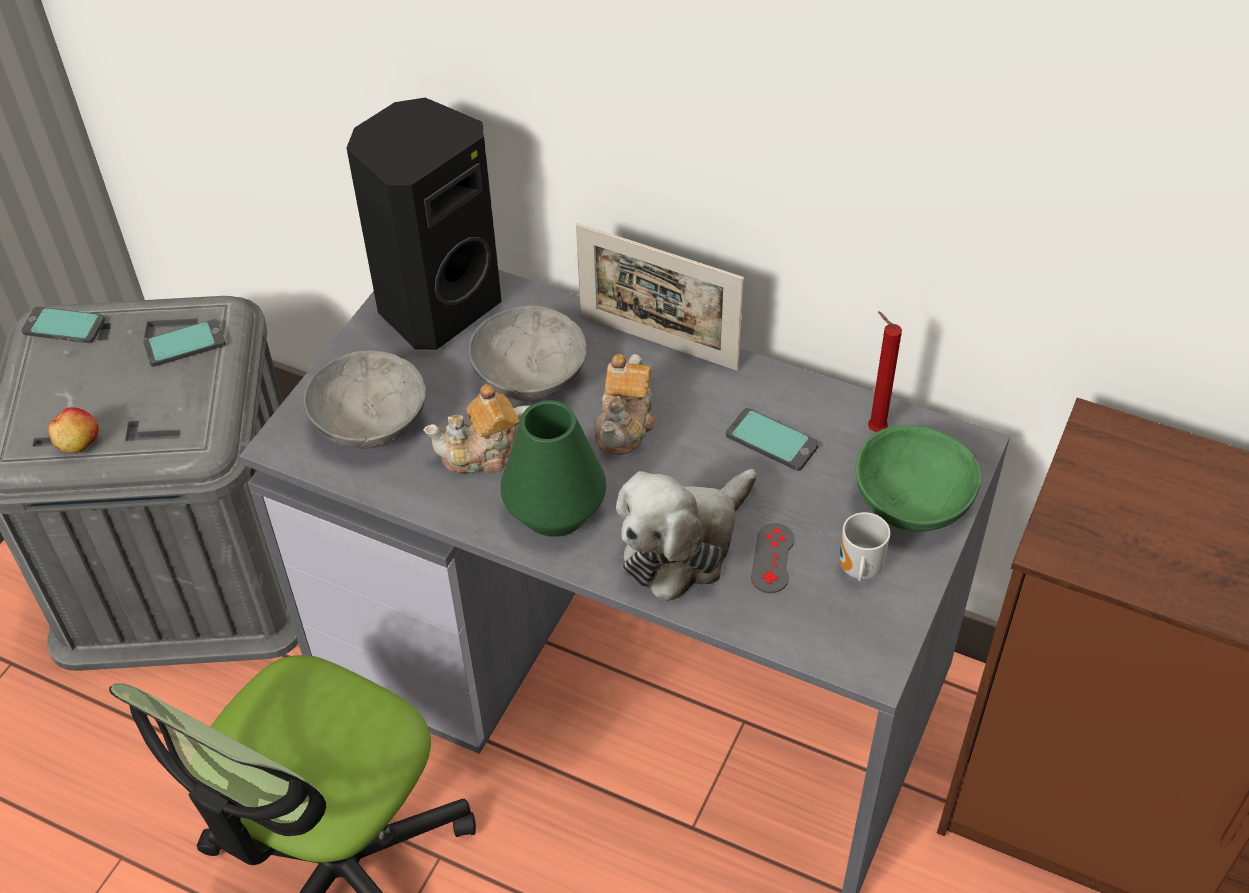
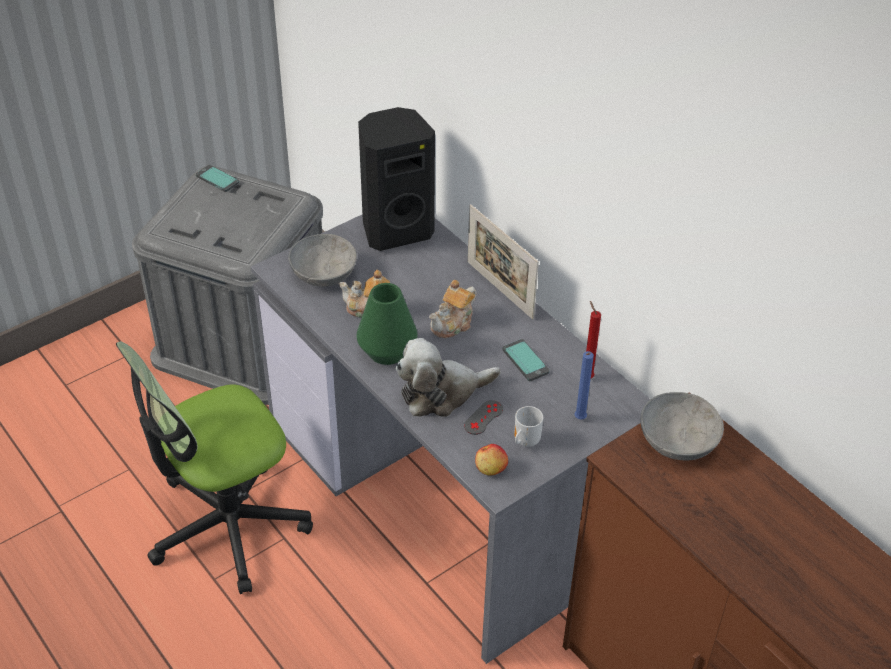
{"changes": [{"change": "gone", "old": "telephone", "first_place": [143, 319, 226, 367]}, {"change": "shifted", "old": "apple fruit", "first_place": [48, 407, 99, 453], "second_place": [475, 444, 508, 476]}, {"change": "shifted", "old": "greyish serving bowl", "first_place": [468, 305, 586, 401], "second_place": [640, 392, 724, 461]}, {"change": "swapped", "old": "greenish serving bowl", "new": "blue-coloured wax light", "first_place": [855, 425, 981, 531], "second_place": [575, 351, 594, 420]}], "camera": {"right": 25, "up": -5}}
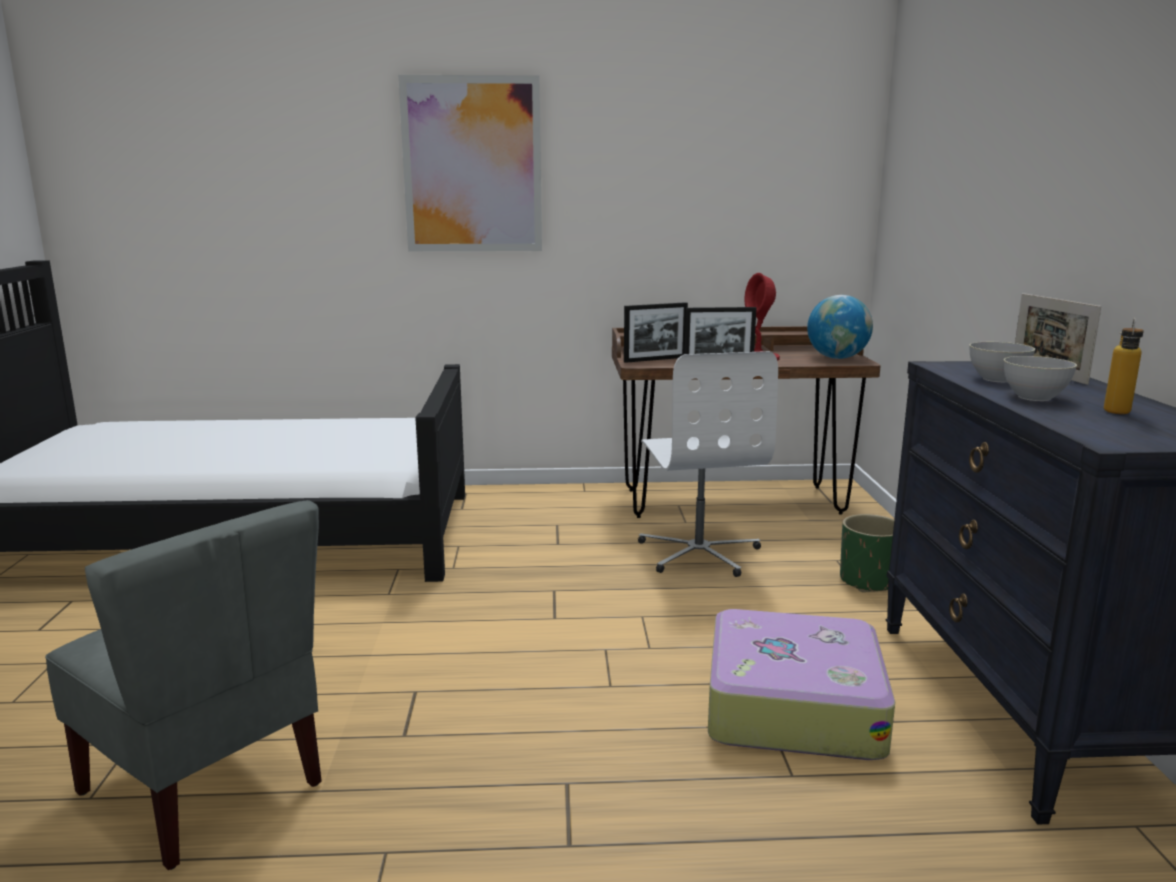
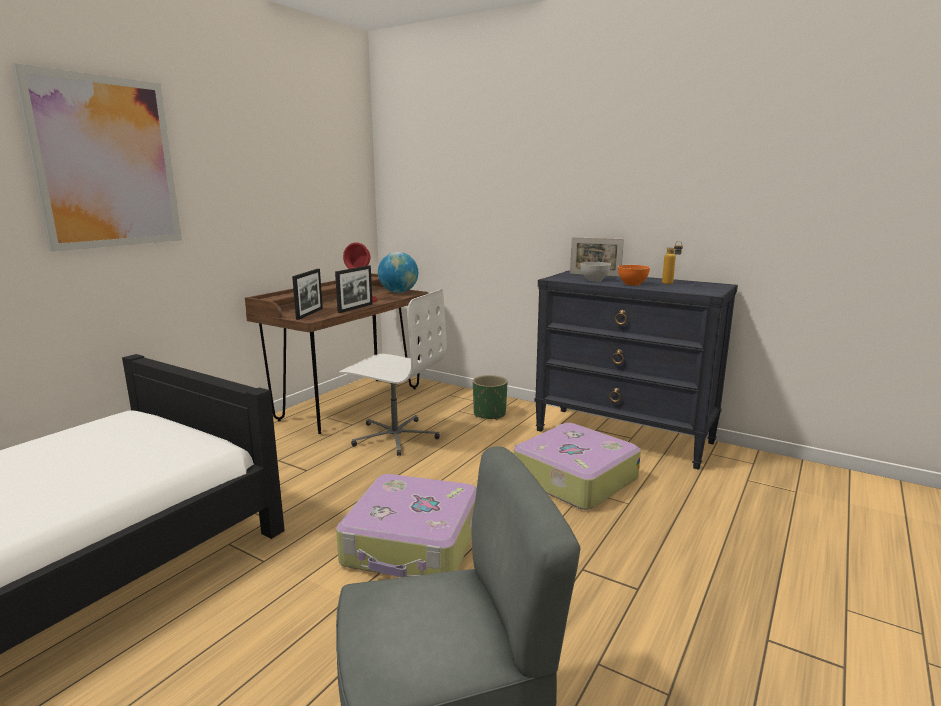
{"changes": [{"change": "new", "new": "suitcase", "second_place": [336, 474, 477, 578]}, {"change": "repainted", "old": "greyish serving bowl", "new": "orange serving bowl", "first_place": [1004, 356, 1077, 401], "second_place": [618, 265, 650, 285]}], "camera": {"right": -55, "up": 0}}
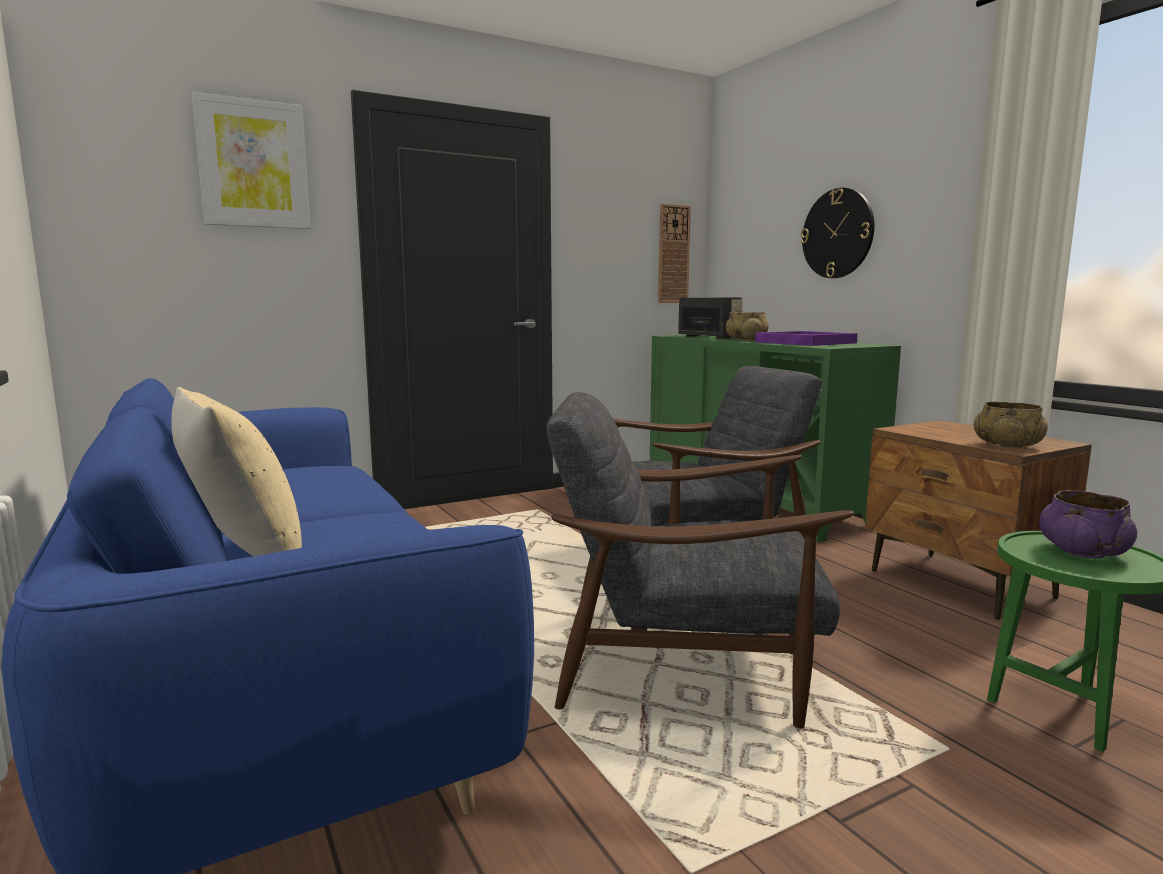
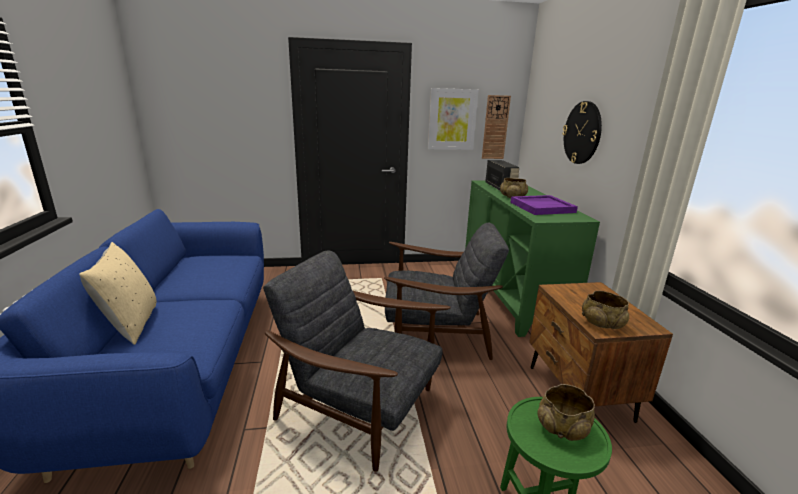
{"changes": [{"change": "shifted", "old": "wall picture", "first_place": [192, 92, 311, 229], "second_place": [428, 88, 479, 150]}, {"change": "repainted", "old": "purplish serving bowl", "new": "beige-coloured serving bowl", "first_place": [1039, 490, 1137, 559], "second_place": [538, 384, 595, 441]}], "camera": {"right": 20, "up": 10}}
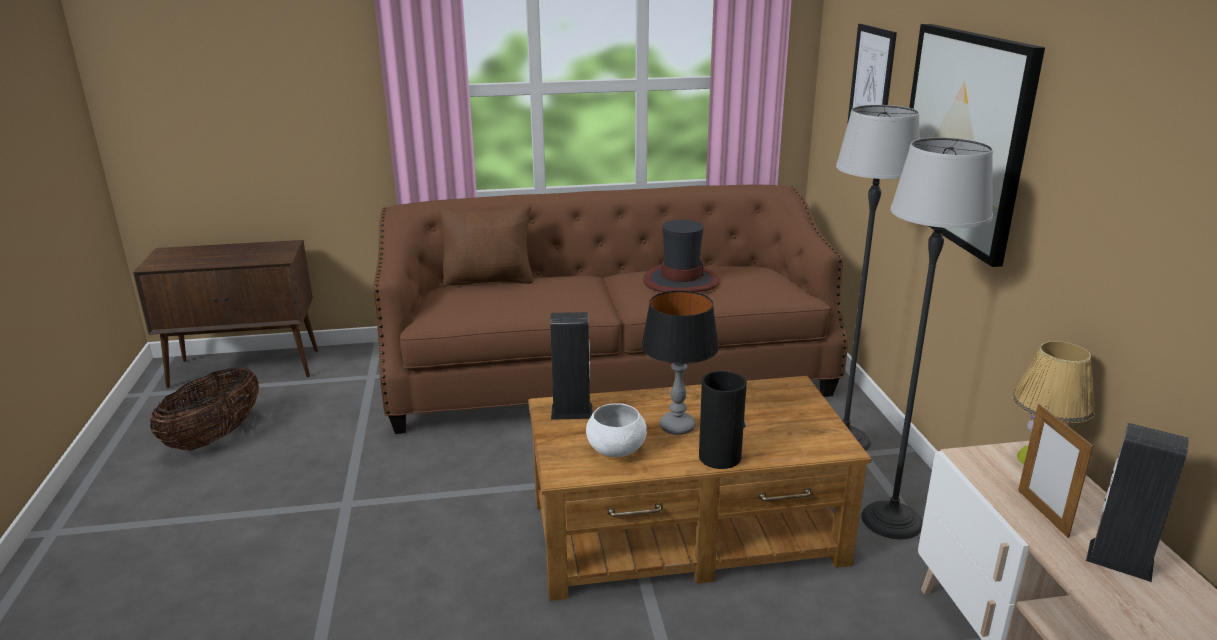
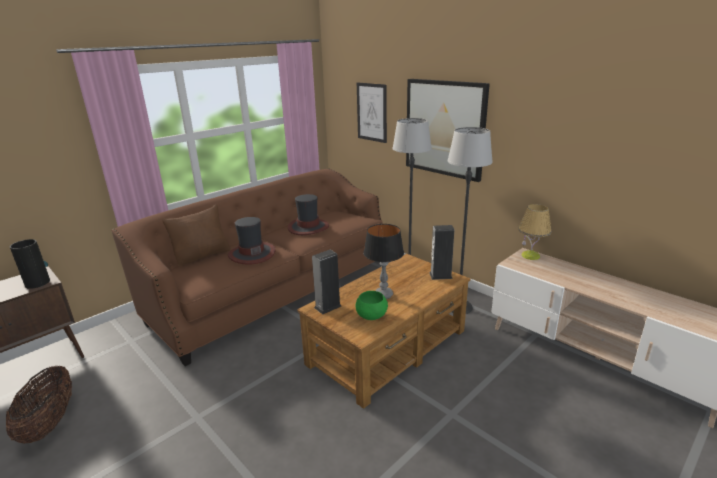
{"changes": [{"change": "gone", "old": "photo frame", "first_place": [1018, 404, 1093, 538]}, {"change": "new", "new": "hat", "second_place": [228, 217, 276, 265]}, {"change": "shifted", "old": "vase", "first_place": [699, 371, 747, 469], "second_place": [10, 239, 50, 289]}, {"change": "shifted", "old": "speaker", "first_place": [1086, 423, 1189, 582], "second_place": [430, 225, 454, 280]}, {"change": "repainted", "old": "white serving bowl", "new": "greenish serving bowl", "first_place": [586, 403, 647, 457], "second_place": [355, 291, 388, 320]}], "camera": {"right": -35, "up": 0}}
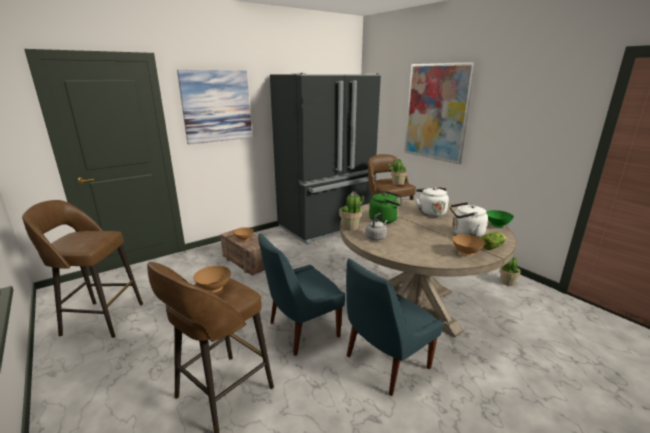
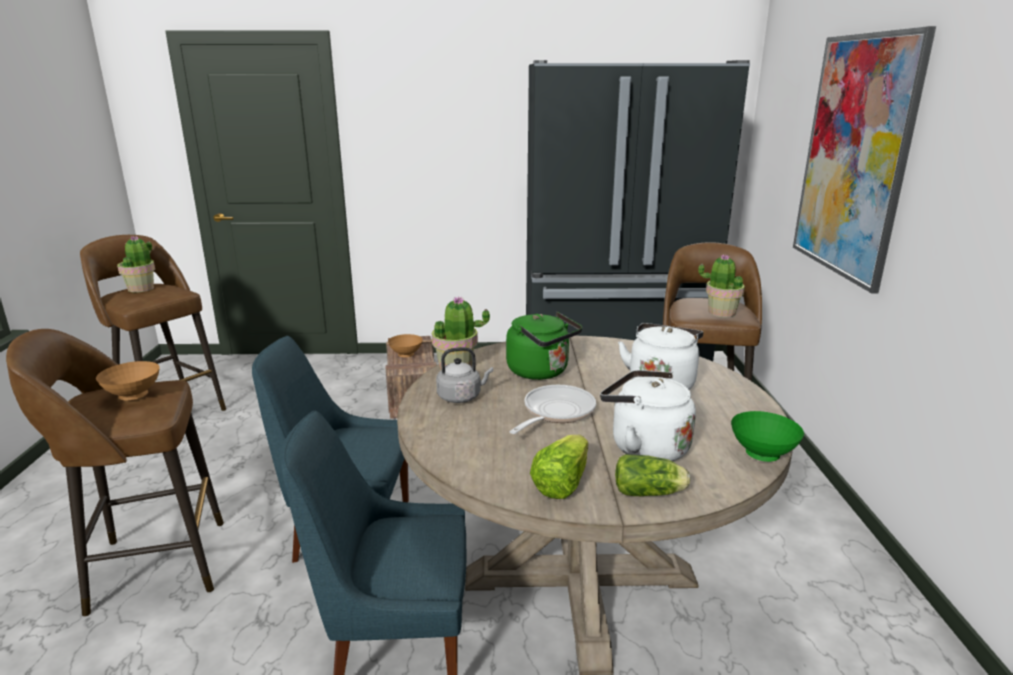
{"changes": [{"change": "gone", "old": "wall picture", "first_place": [177, 70, 252, 145]}, {"change": "new", "new": "frying pan", "second_place": [509, 385, 596, 434]}, {"change": "shifted", "old": "houseplant", "first_place": [500, 256, 521, 286], "second_place": [117, 236, 155, 293]}, {"change": "swapped", "old": "brown-coloured serving bowl", "new": "head of lettuce", "first_place": [452, 234, 485, 256], "second_place": [530, 435, 588, 499]}], "camera": {"right": 35, "up": 0}}
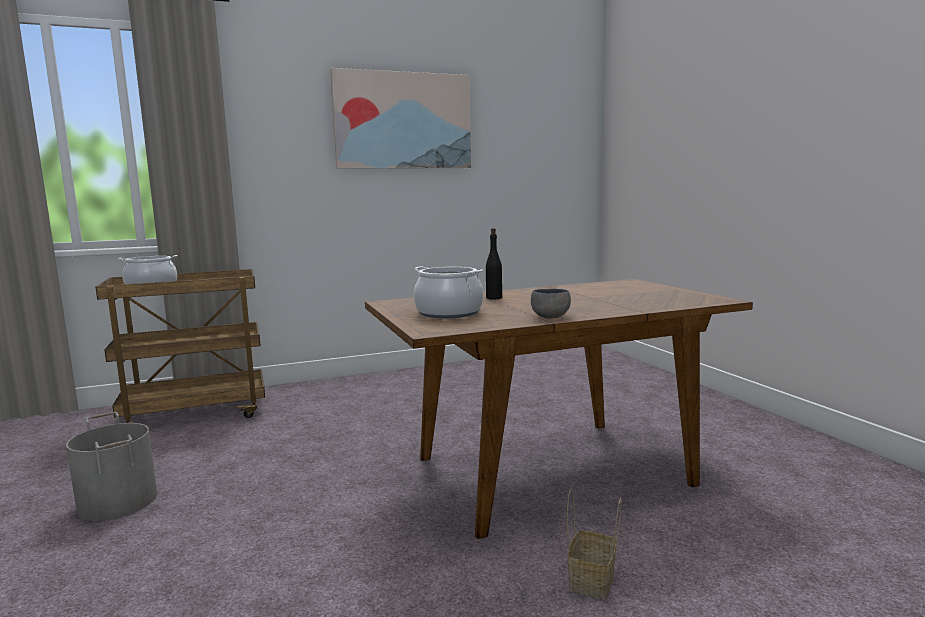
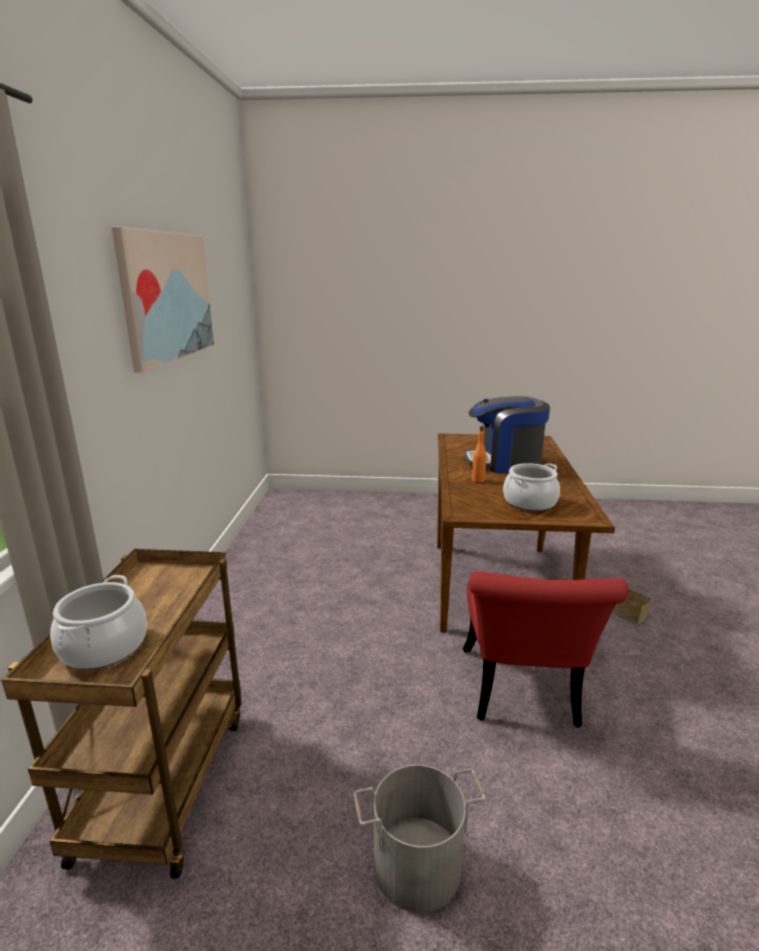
{"changes": [{"change": "gone", "old": "greyish serving bowl", "first_place": [531, 289, 571, 319]}, {"change": "new", "new": "reddish chair", "second_place": [463, 571, 629, 728]}, {"change": "new", "new": "coffee maker", "second_place": [464, 396, 550, 473]}, {"change": "repainted", "old": "blackish bottle", "new": "orange bottle", "first_place": [486, 228, 502, 300], "second_place": [472, 426, 487, 482]}], "camera": {"right": -65, "up": 10}}
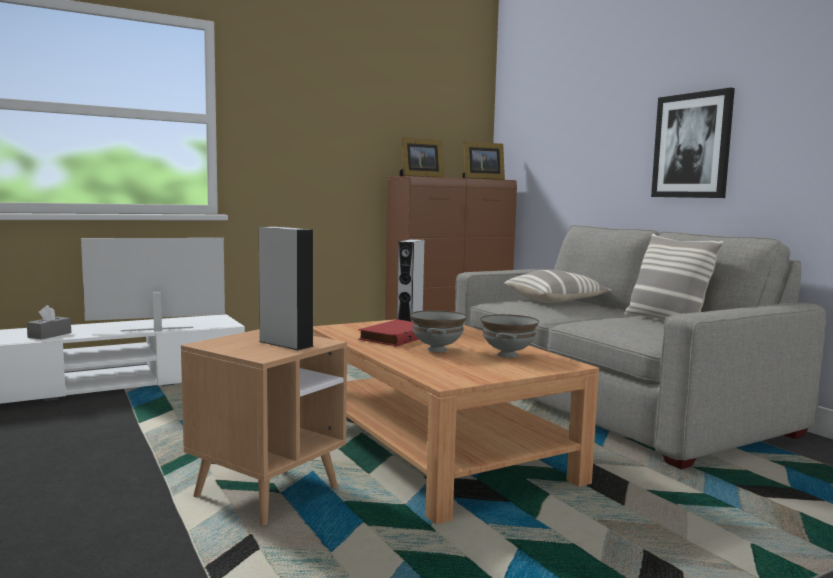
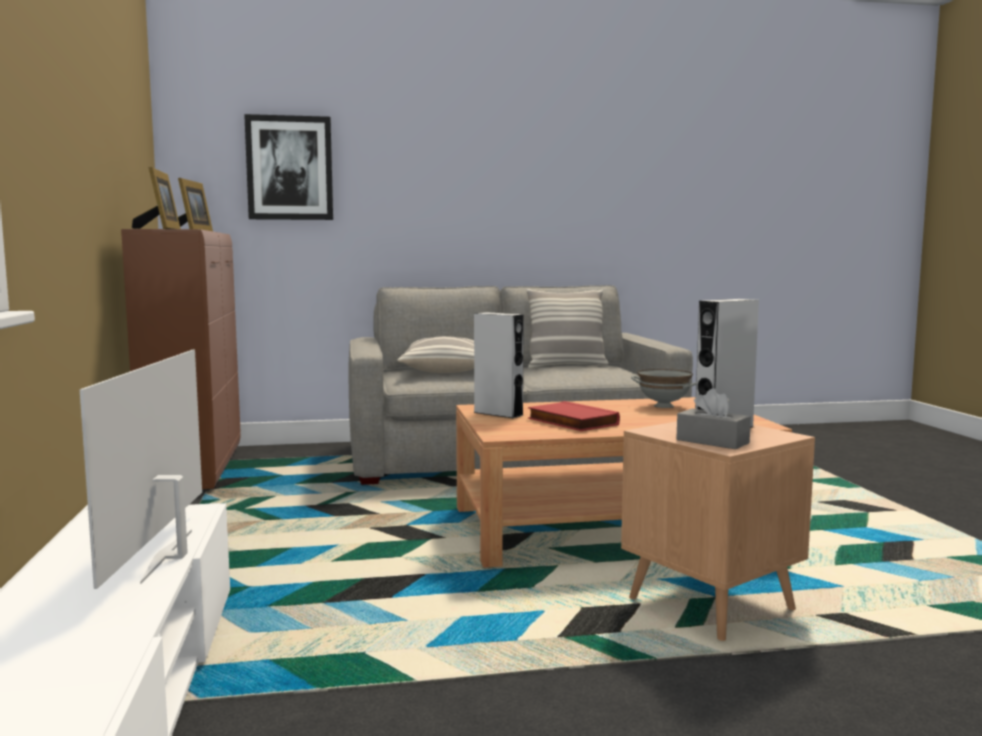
{"changes": [{"change": "gone", "old": "greyish serving bowl", "first_place": [410, 310, 467, 352]}, {"change": "shifted", "old": "greyish tissue box", "first_place": [27, 305, 71, 340], "second_place": [676, 388, 751, 449]}, {"change": "shifted", "old": "wall picture", "first_place": [651, 87, 735, 198], "second_place": [244, 114, 333, 220]}], "camera": {"right": -70, "up": 0}}
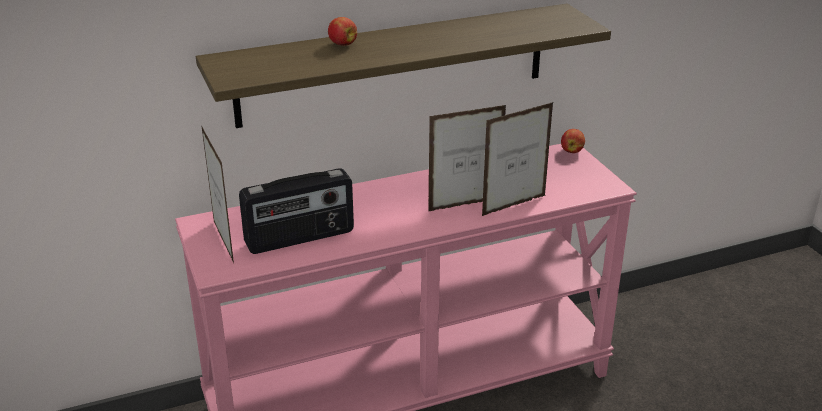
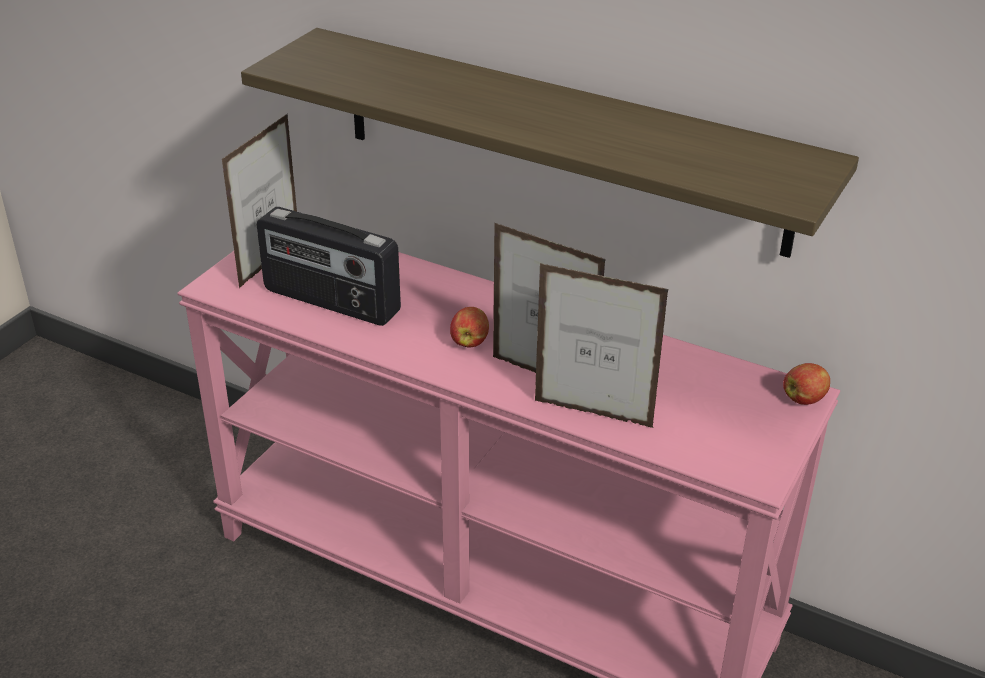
{"changes": [{"change": "shifted", "old": "apple fruit", "first_place": [328, 17, 357, 46], "second_place": [450, 307, 489, 347]}], "camera": {"right": 50, "up": 5}}
